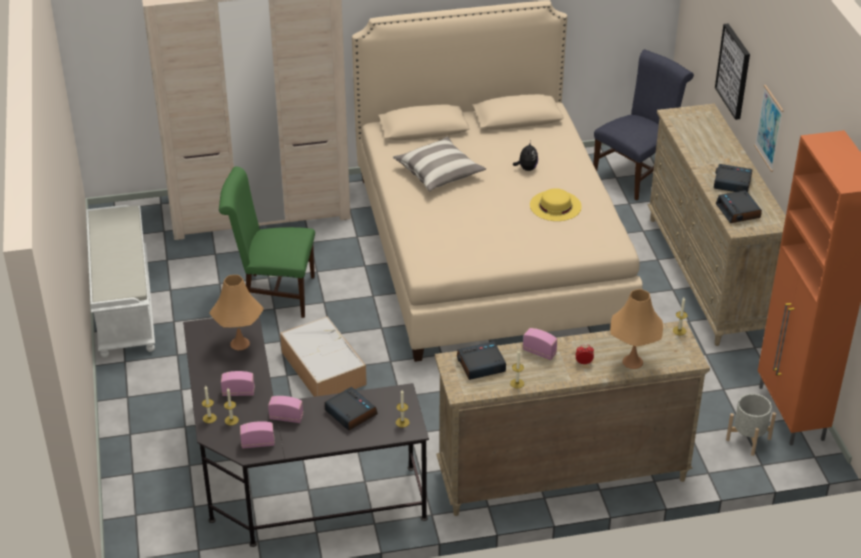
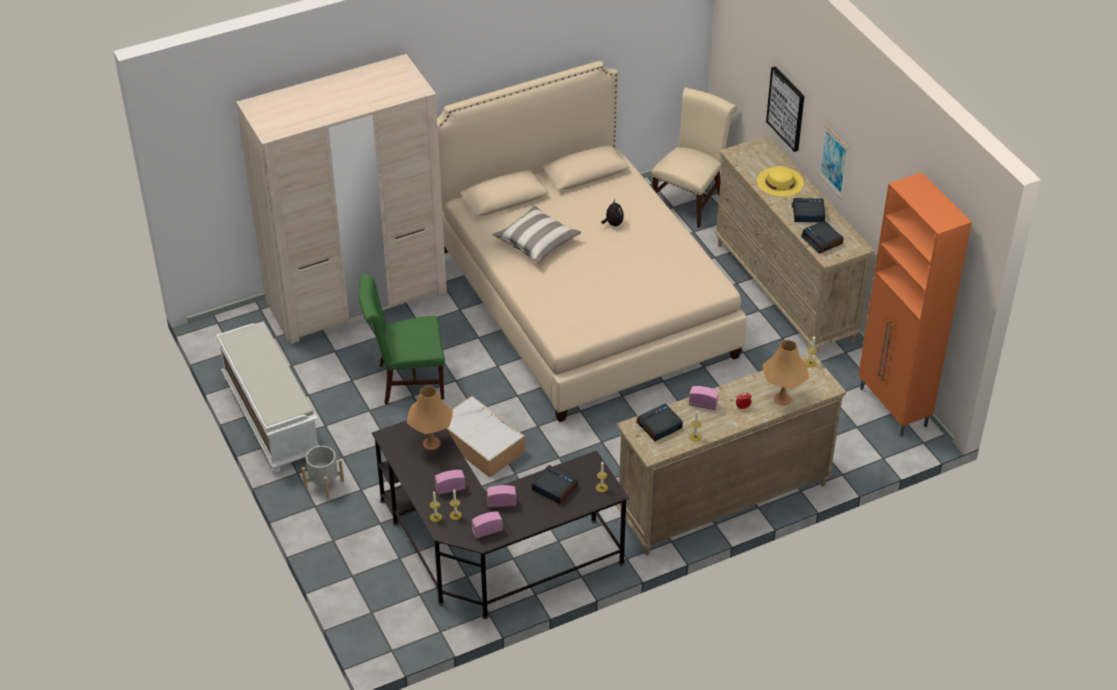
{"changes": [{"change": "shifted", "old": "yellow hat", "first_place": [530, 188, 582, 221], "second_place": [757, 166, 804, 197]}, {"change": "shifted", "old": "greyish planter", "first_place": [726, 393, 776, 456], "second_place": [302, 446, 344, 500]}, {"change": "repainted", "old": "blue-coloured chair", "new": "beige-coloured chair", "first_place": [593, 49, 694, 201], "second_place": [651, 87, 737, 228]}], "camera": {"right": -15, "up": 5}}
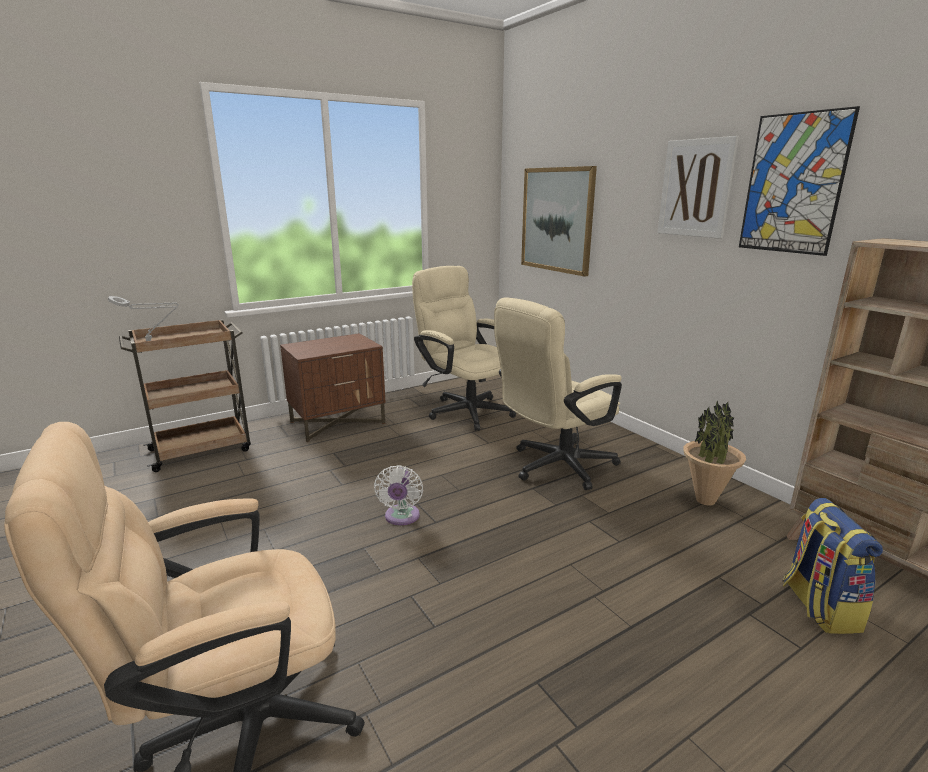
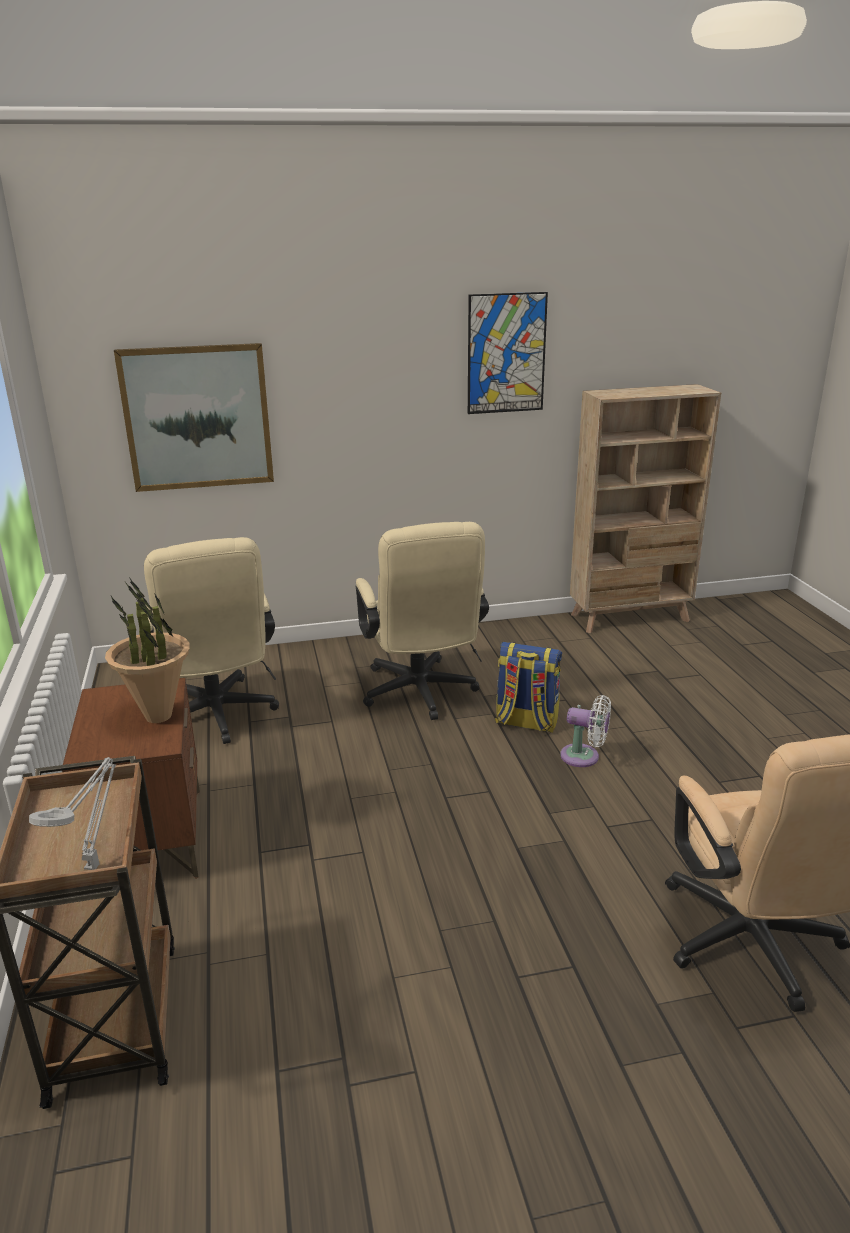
{"changes": [{"change": "gone", "old": "wall picture", "first_place": [658, 136, 739, 239]}, {"change": "shifted", "old": "white cooling fan", "first_place": [374, 465, 423, 525], "second_place": [560, 695, 611, 767]}, {"change": "shifted", "old": "houseplant", "first_place": [683, 401, 746, 505], "second_place": [105, 577, 189, 723]}, {"change": "shifted", "old": "rucksack", "first_place": [783, 498, 883, 634], "second_place": [495, 642, 562, 733]}, {"change": "rotated", "old": "beige-coloured computer chair", "first_place": [412, 266, 516, 431], "second_place": [144, 537, 279, 744], "degrees": -90}], "camera": {"right": -70, "up": 5}}
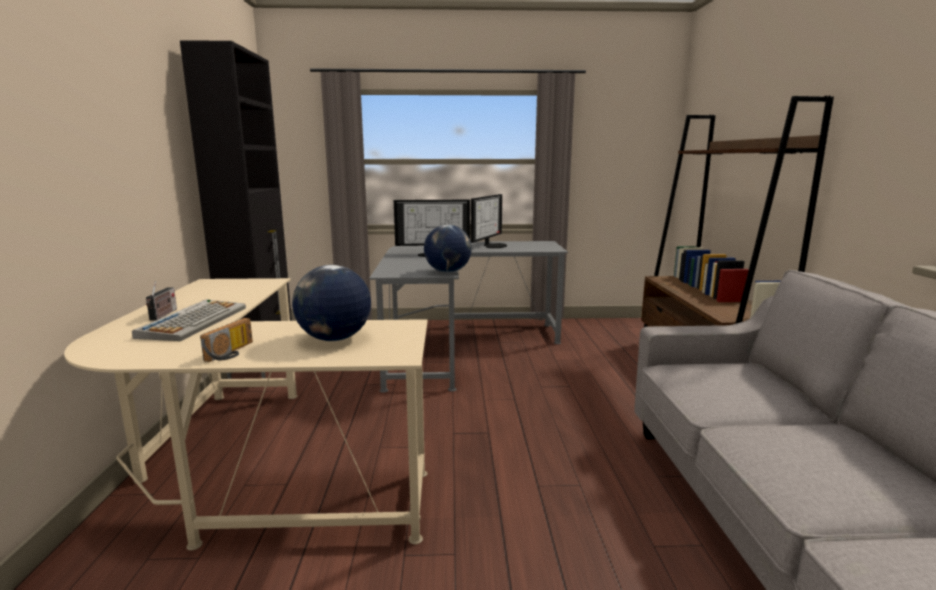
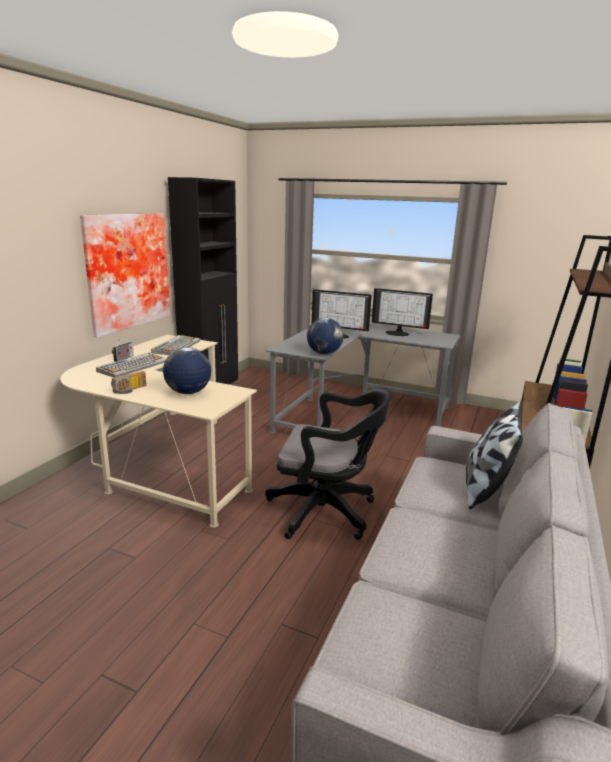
{"changes": [{"change": "new", "new": "wall picture", "second_place": [80, 213, 170, 337]}, {"change": "new", "new": "computer keyboard", "second_place": [151, 335, 200, 355]}, {"change": "new", "new": "blackish computer chair", "second_place": [265, 388, 392, 540]}, {"change": "new", "new": "throw pillow", "second_place": [465, 400, 523, 509]}, {"change": "rotated", "old": "computer screen", "first_place": [471, 194, 507, 248], "second_place": [372, 288, 433, 336], "degrees": 60}], "camera": {"right": 25, "up": 5}}
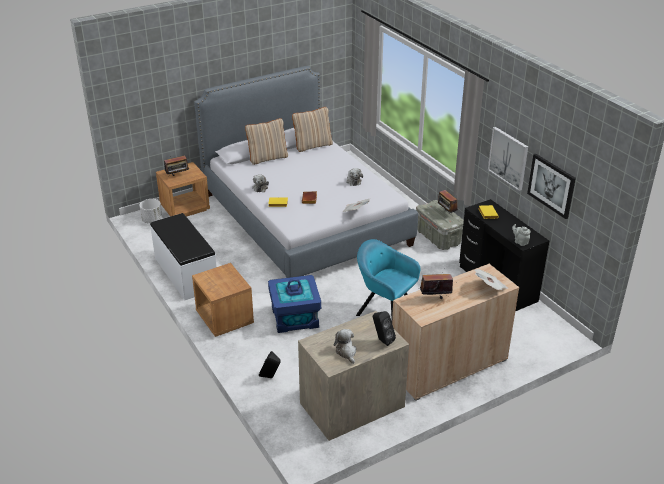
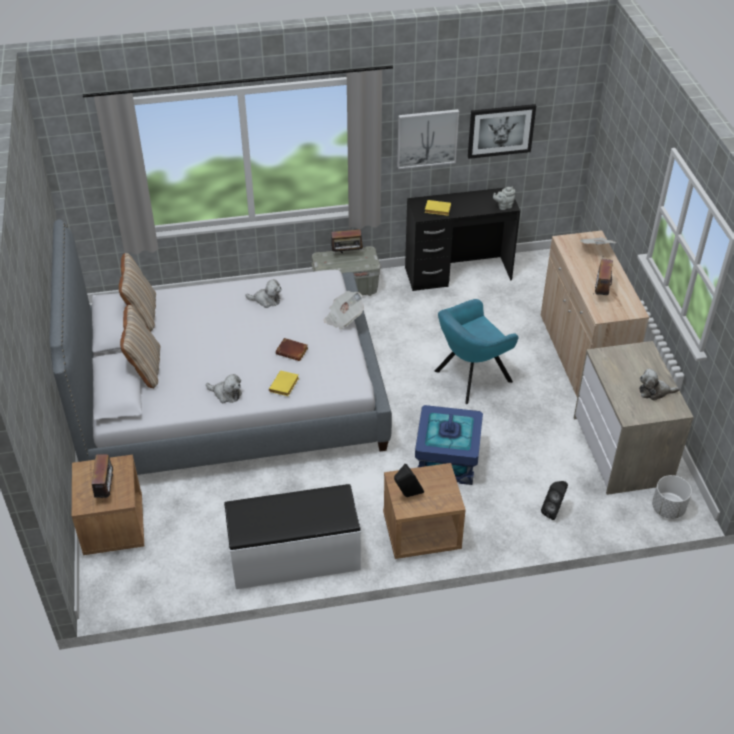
{"changes": [{"change": "shifted", "old": "white planter", "first_place": [140, 199, 162, 224], "second_place": [652, 475, 692, 519]}, {"change": "shifted", "old": "blackish speaker", "first_place": [373, 311, 396, 346], "second_place": [394, 464, 424, 497]}], "camera": {"right": -70, "up": 10}}
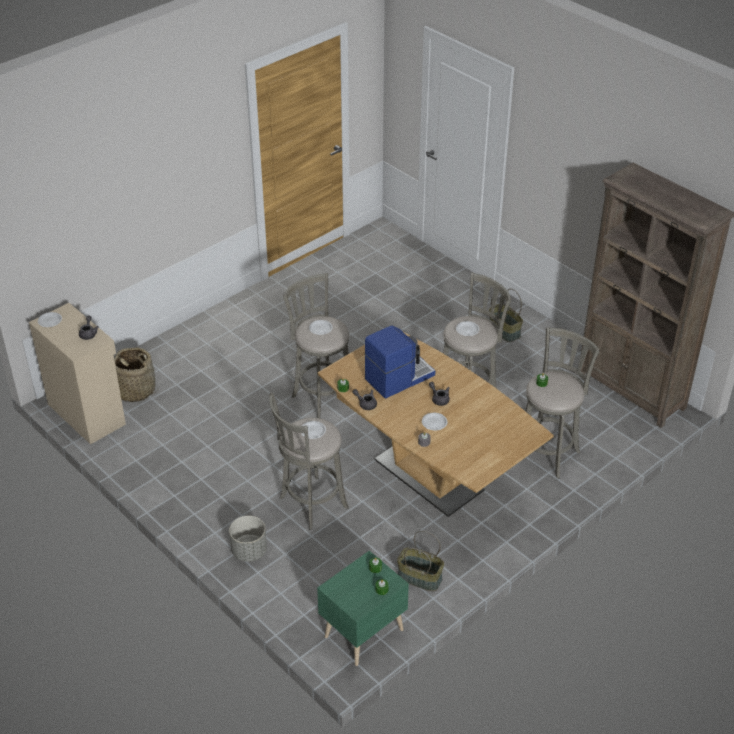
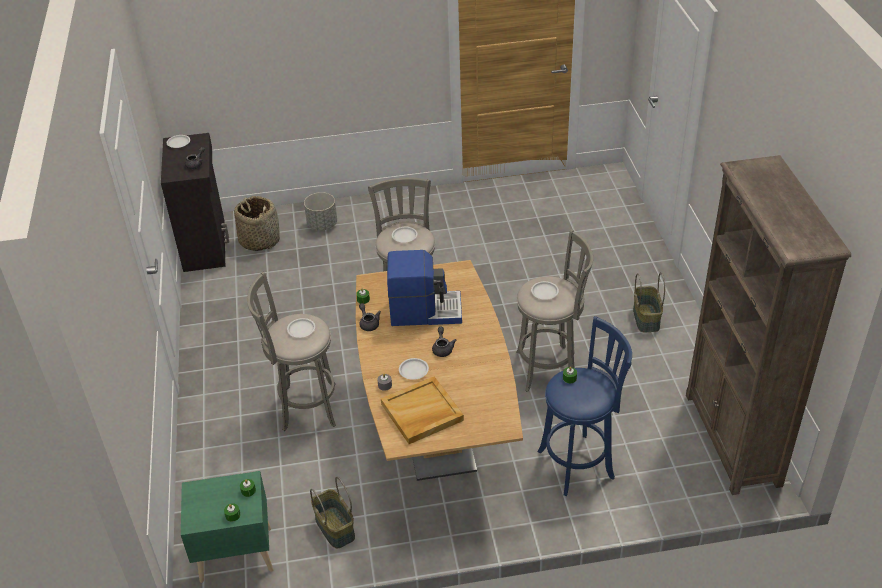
{"changes": [{"change": "new", "new": "beige-coloured tray", "second_place": [381, 376, 464, 444]}, {"change": "shifted", "old": "greyish planter", "first_place": [229, 516, 267, 562], "second_place": [304, 192, 337, 231]}, {"change": "repainted", "old": "beige-coloured cupboard", "new": "blackish cupboard", "first_place": [29, 303, 126, 445], "second_place": [161, 133, 229, 272]}, {"change": "repainted", "old": "greyish sitting stool", "new": "blue-coloured sitting stool", "first_place": [526, 327, 600, 479], "second_place": [538, 316, 632, 496]}], "camera": {"right": 35, "up": 0}}
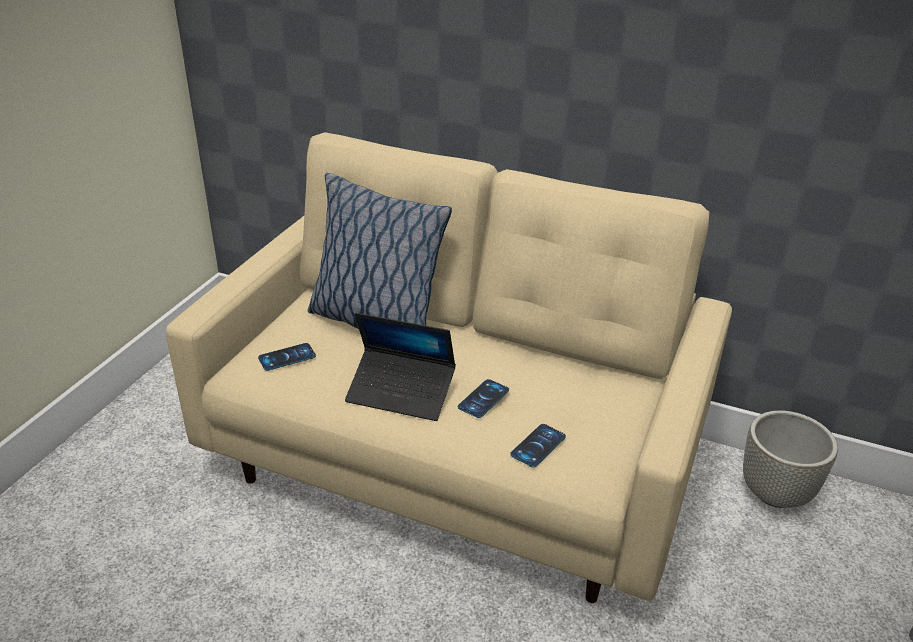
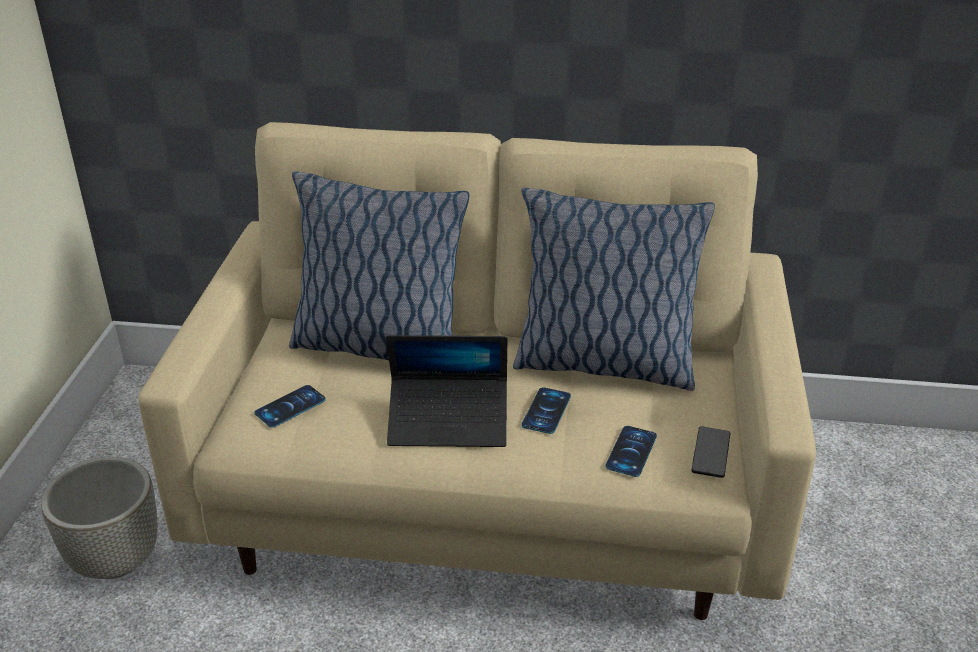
{"changes": [{"change": "new", "new": "throw pillow", "second_place": [513, 188, 715, 391]}, {"change": "new", "new": "telephone", "second_place": [691, 426, 730, 478]}, {"change": "shifted", "old": "greyish planter", "first_place": [743, 410, 838, 508], "second_place": [41, 457, 158, 579]}], "camera": {"right": -15, "up": 0}}
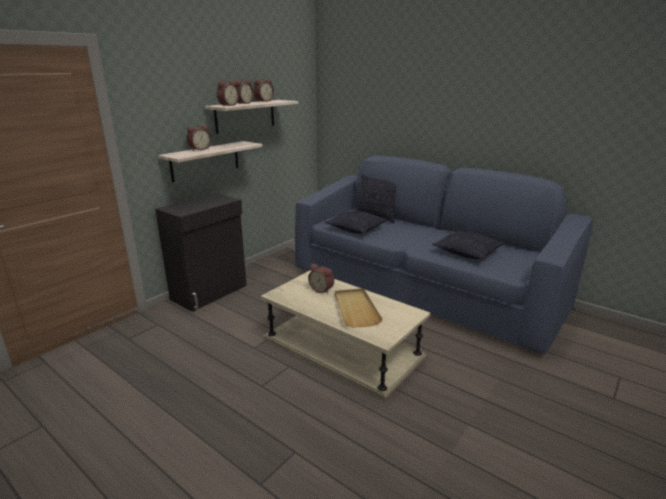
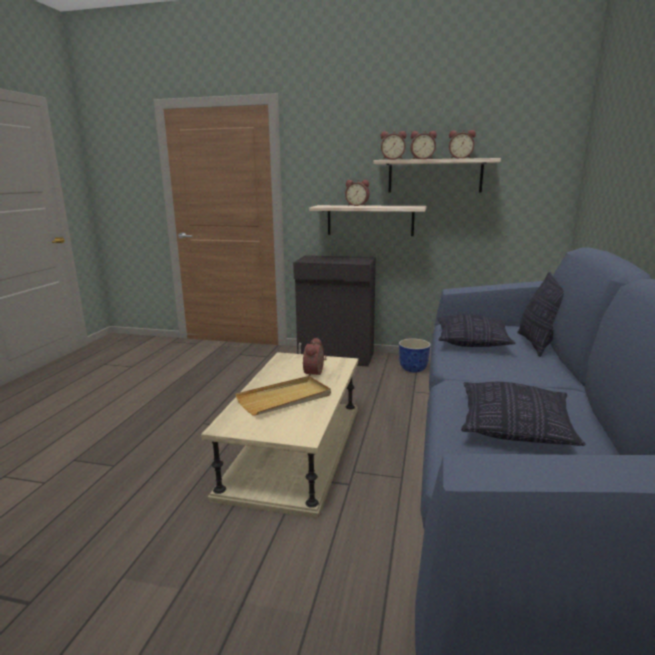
{"changes": [{"change": "new", "new": "planter", "second_place": [399, 338, 431, 372]}], "camera": {"right": 65, "up": -5}}
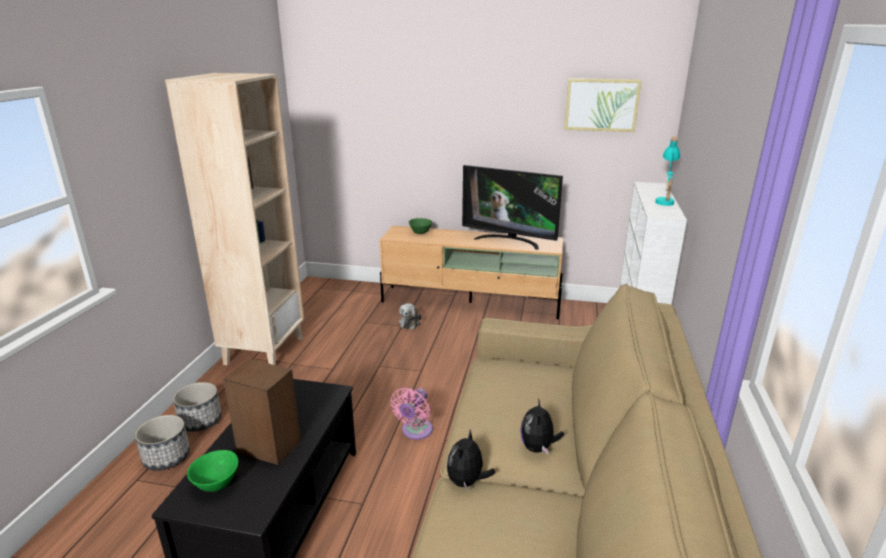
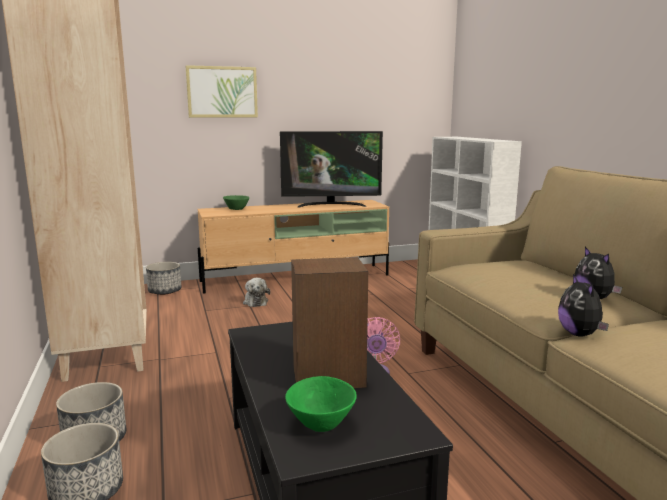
{"changes": [{"change": "gone", "old": "turquoise-coloured tabletop lamp", "first_place": [655, 136, 680, 206]}, {"change": "new", "new": "planter", "second_place": [146, 262, 182, 295]}, {"change": "shifted", "old": "wall picture", "first_place": [564, 78, 642, 132], "second_place": [186, 65, 258, 118]}], "camera": {"right": -30, "up": -10}}
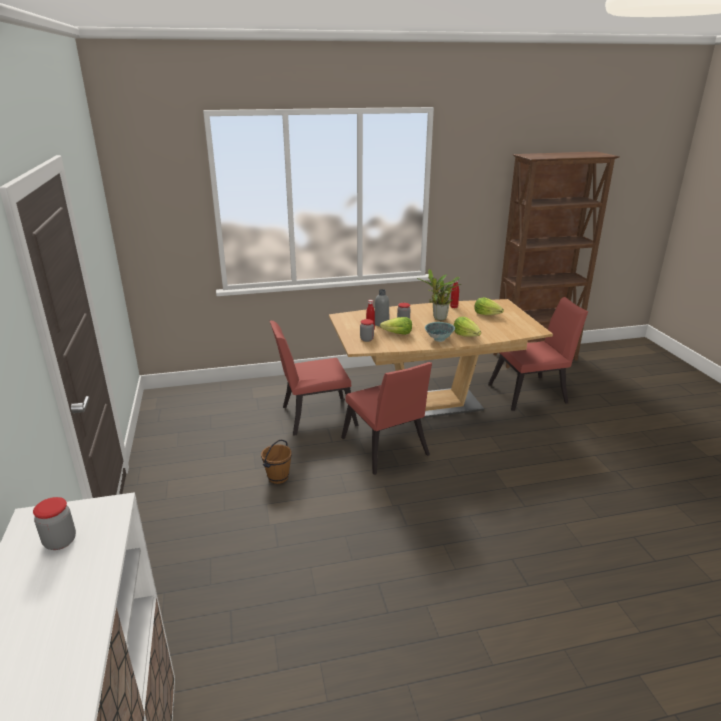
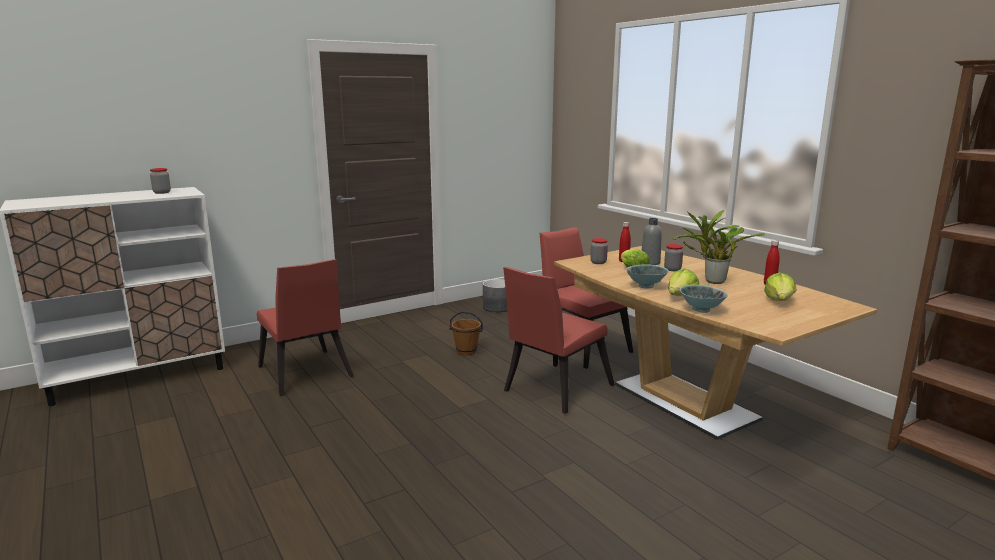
{"changes": [{"change": "new", "new": "greyish planter", "second_place": [483, 279, 507, 313]}, {"change": "new", "new": "serving bowl", "second_place": [680, 285, 728, 313]}, {"change": "shifted", "old": "reddish chair", "first_place": [488, 297, 588, 411], "second_place": [257, 259, 354, 396]}], "camera": {"right": 70, "up": -10}}
